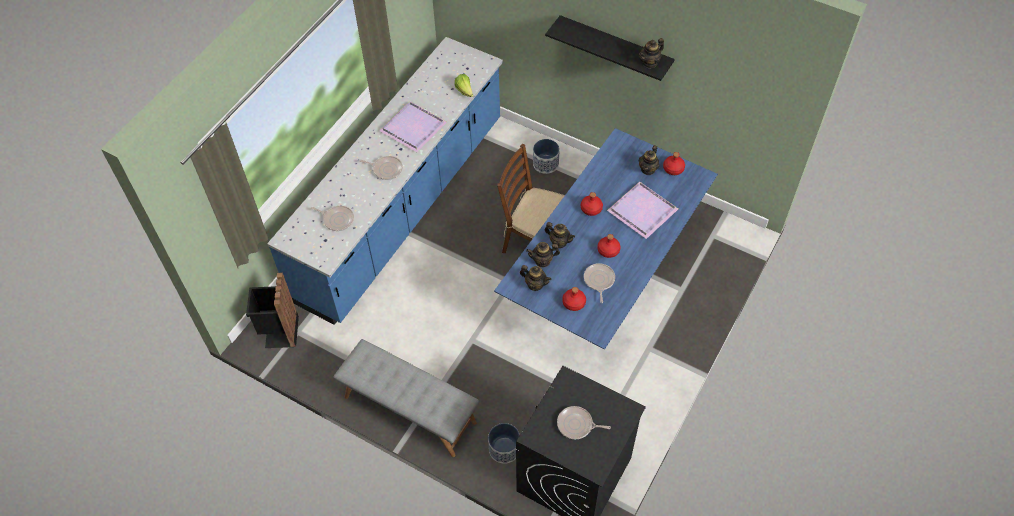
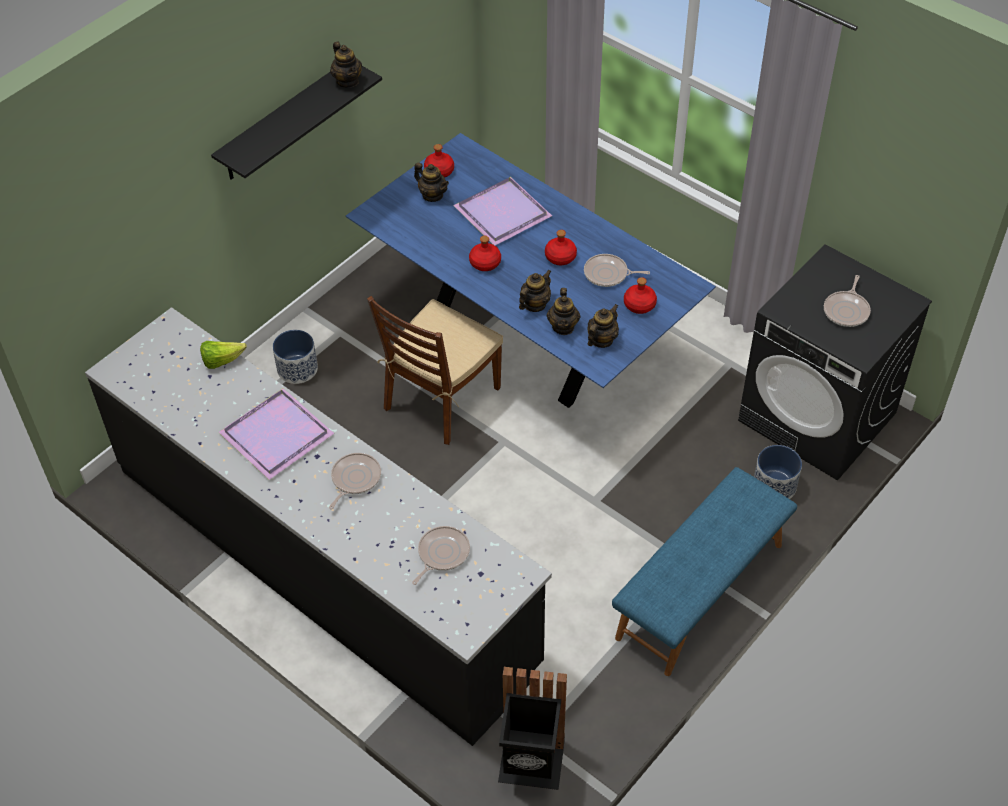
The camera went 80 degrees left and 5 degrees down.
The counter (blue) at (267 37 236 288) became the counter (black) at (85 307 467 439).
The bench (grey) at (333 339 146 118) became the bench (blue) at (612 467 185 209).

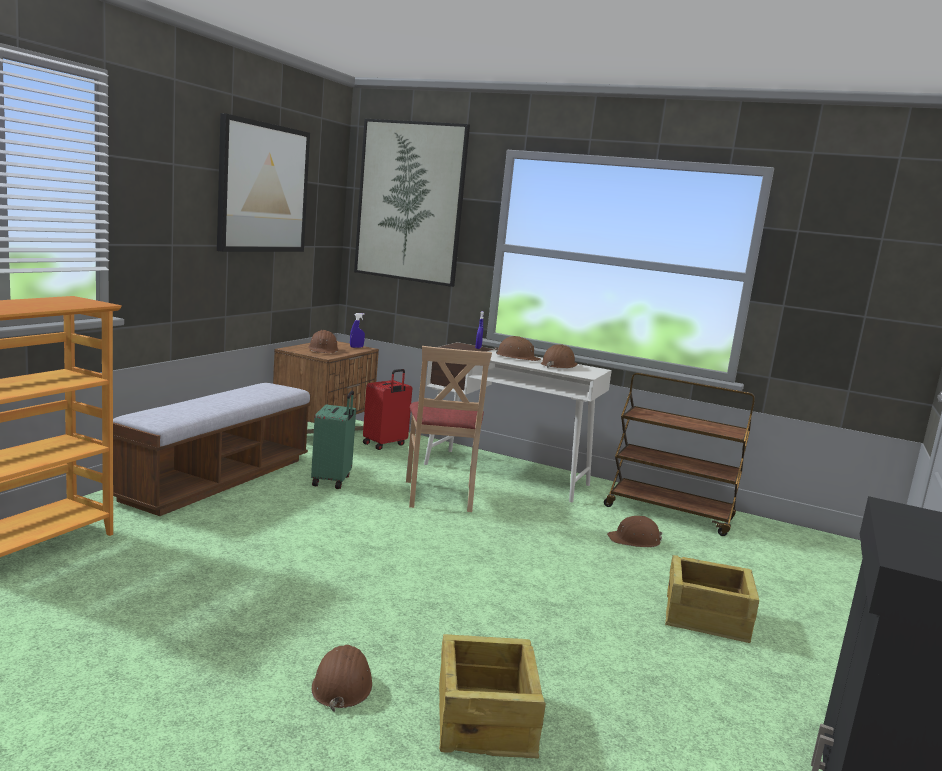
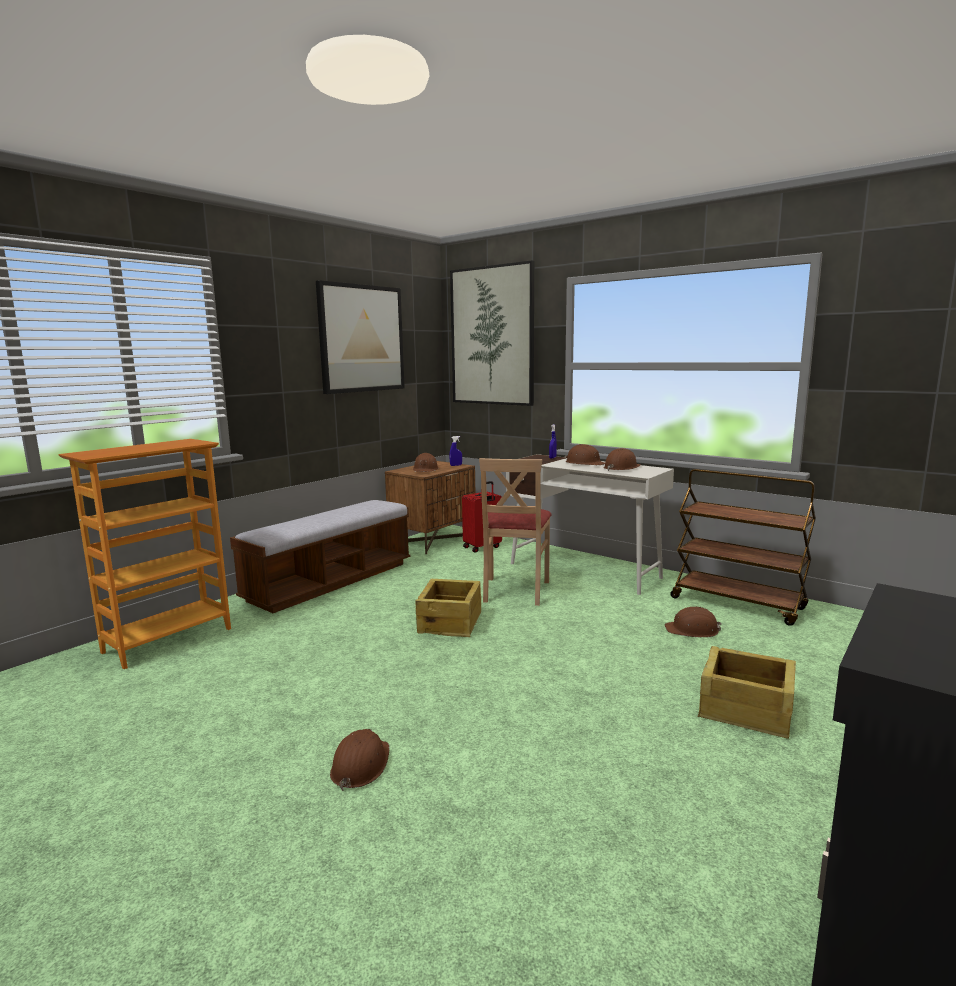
The camera went 15 degrees right and 0 degrees up.
The crate moved from (439 634 107 125) to (415 579 66 58).
The suitcase (green) at (311 391 45 98) disappeared.

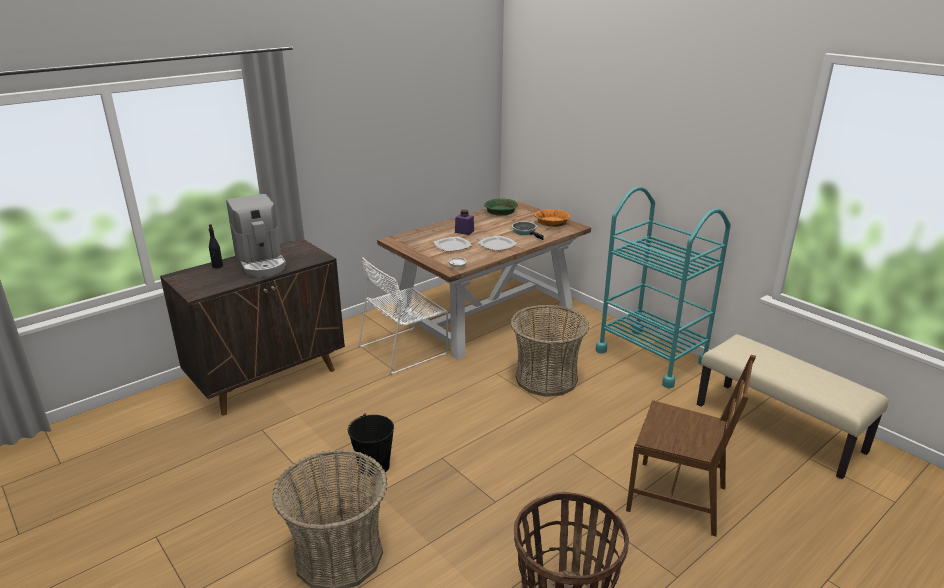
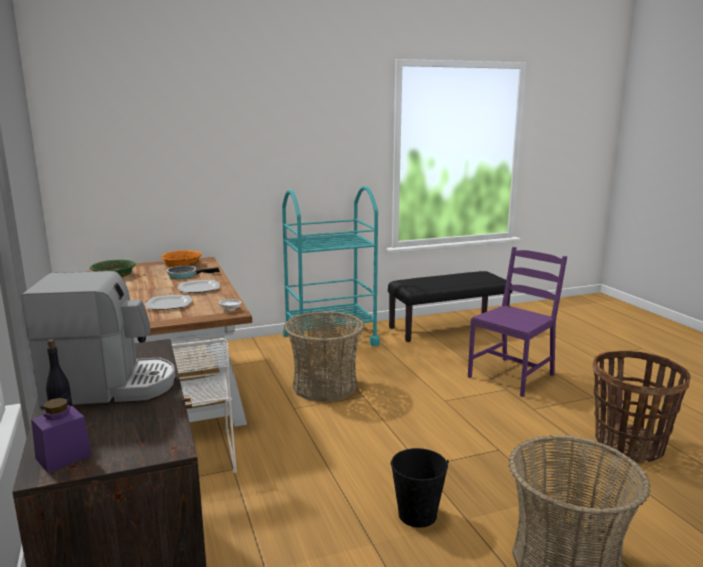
The camera went 70 degrees left and 10 degrees down.
The jar (purple) moved from (455 210 19 25) to (31 398 61 75).
The bench (beige) at (697 334 192 145) became the bench (black) at (388 271 124 71).
The chair (brown) at (626 355 130 182) became the chair (purple) at (468 247 99 150).

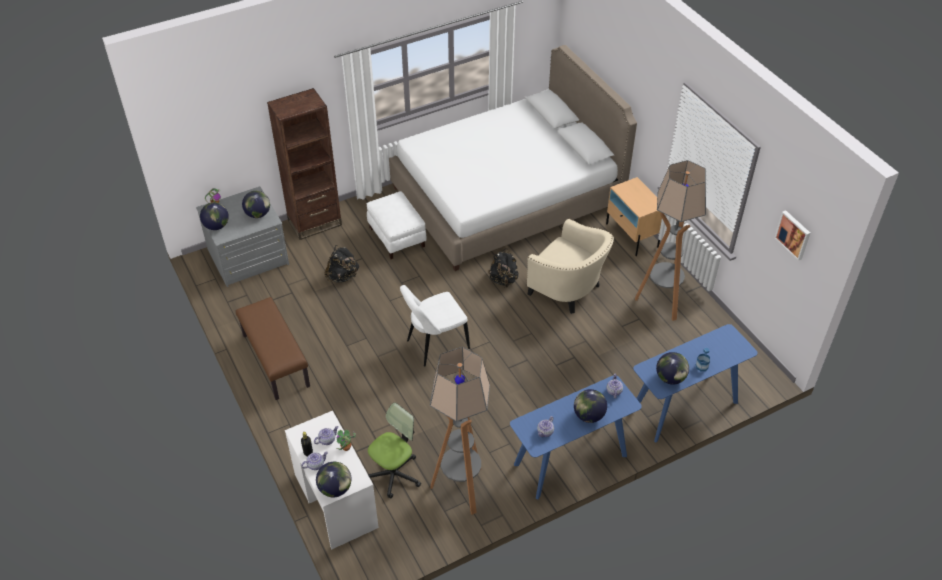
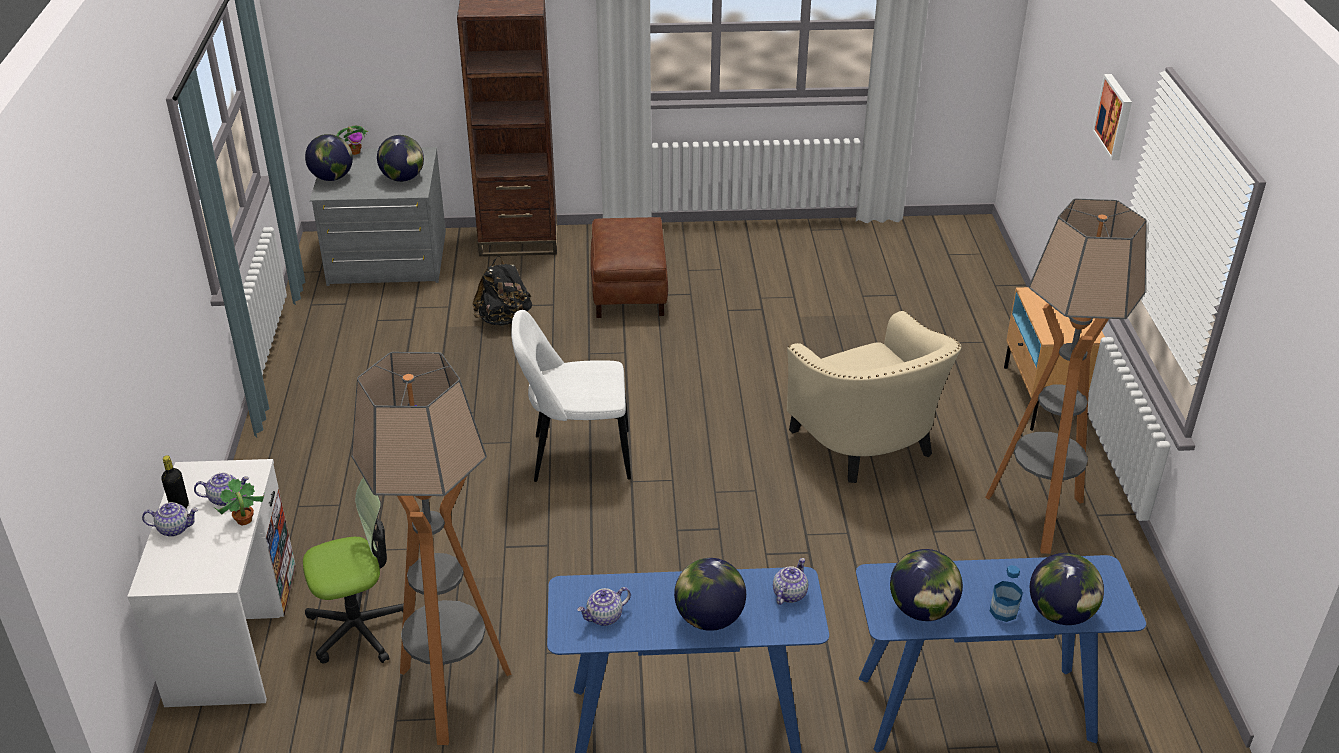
The camera went 25 degrees right and 10 degrees down.
The ottoman (white) at (367 191 60 68) became the ottoman (brown) at (590 217 78 101).
The globe moved from (316 462 35 35) to (1030 553 74 72).
The picture moved from (774 210 36 51) to (1092 74 40 86).
The bench (brown) at (236 297 74 103) disappeared.
The bed (white) at (389 45 248 226) disappeared.
The backpack (black) at (488 249 31 38) disappeared.

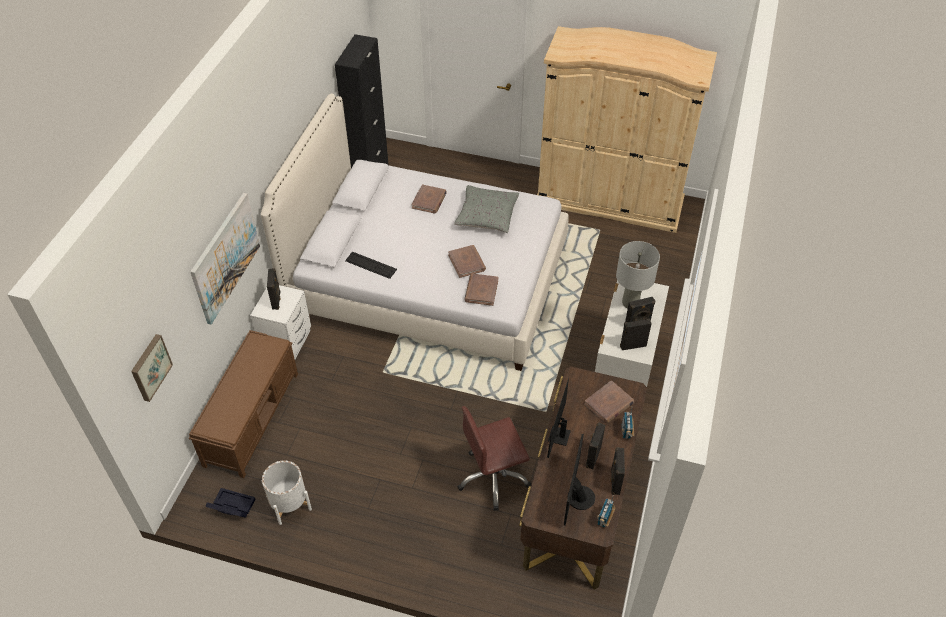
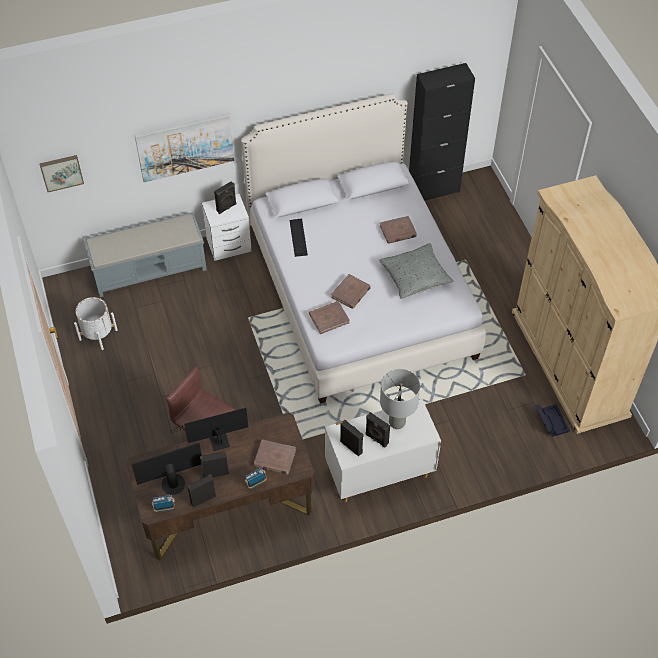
The camera went 55 degrees right and 5 degrees up.
The bench (brown) at (189 330 109 148) became the bench (grey) at (84 212 123 85).
The storage box (black) moved from (205 488 50 30) to (535 404 35 33).

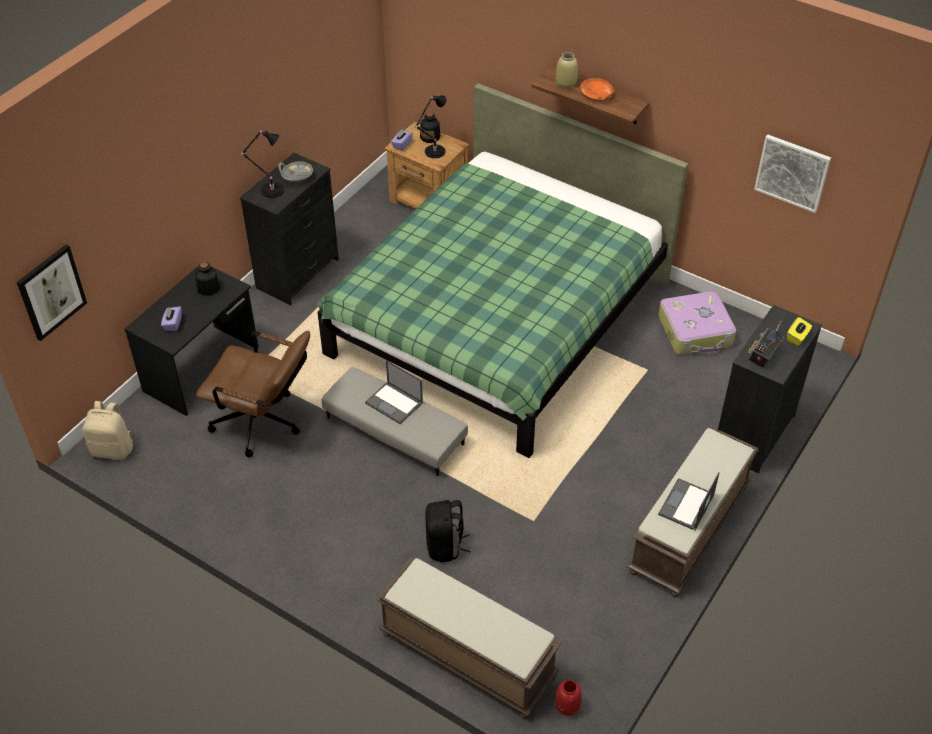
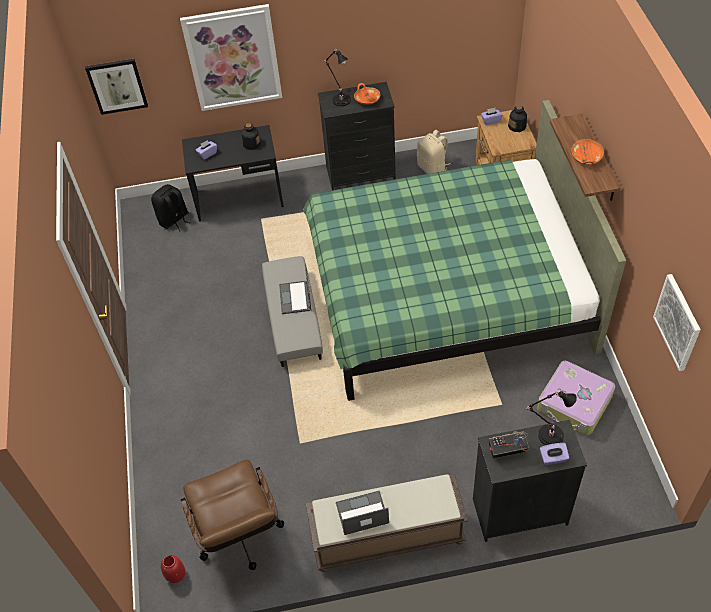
The camera went 50 degrees right and 5 degrees up.
The backpack (black) moved from (425 500 46 62) to (151 184 40 48).
The picture at (180 4 102 107) appeared.
The office chair (brown) moved from (196 331 114 126) to (181 460 103 110).
The bowl (grey) at (278 161 35 21) became the bowl (orange) at (354 83 26 22).
The backpack (beige) moved from (82 401 51 59) to (417 130 33 44).
The table lamp (black) moved from (415 95 31 63) to (527 391 50 54).
The tissue box (yellow) at (787 317 25 29) became the tissue box (purple) at (540 443 29 22).
The bench (brown) at (376 557 186 162) disappeared.
The vase (beige) at (556 52 22 37) disappeared.

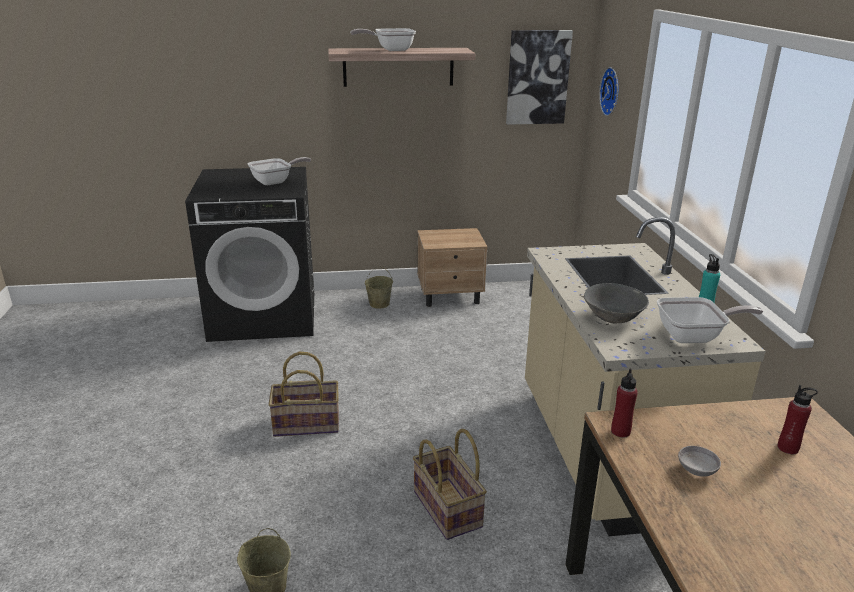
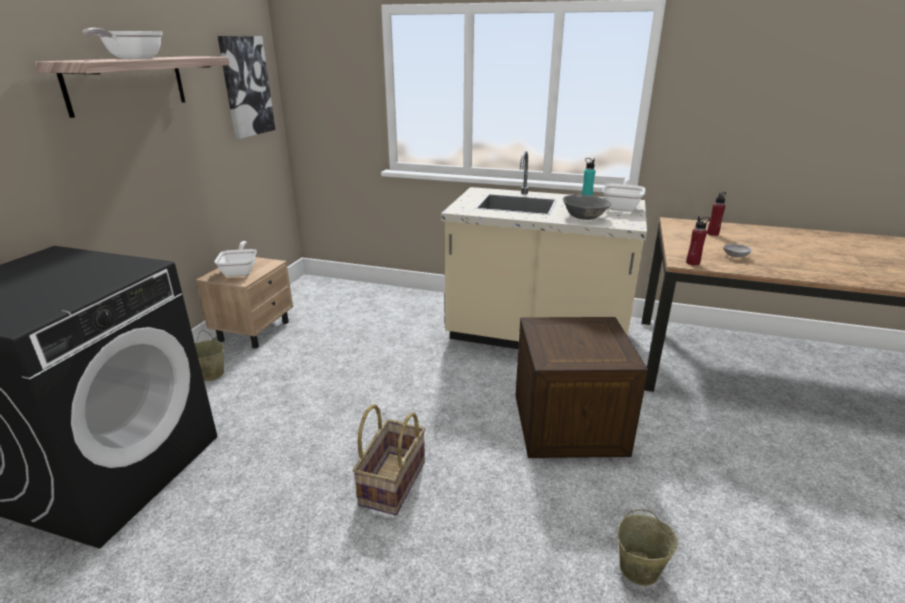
The camera went 65 degrees left and 0 degrees up.
The frying pan moved from (248 157 63 28) to (214 241 43 36).
The basket at (413 429 74 111) was replaced by the crate at (515 317 133 141).
The wall clock at (599 67 19 49) disappeared.

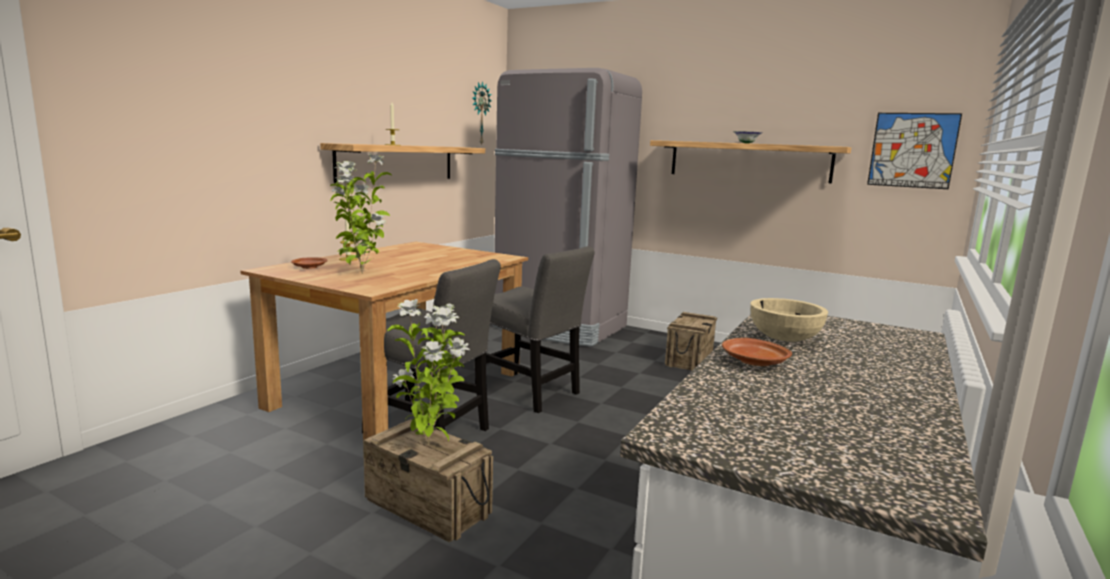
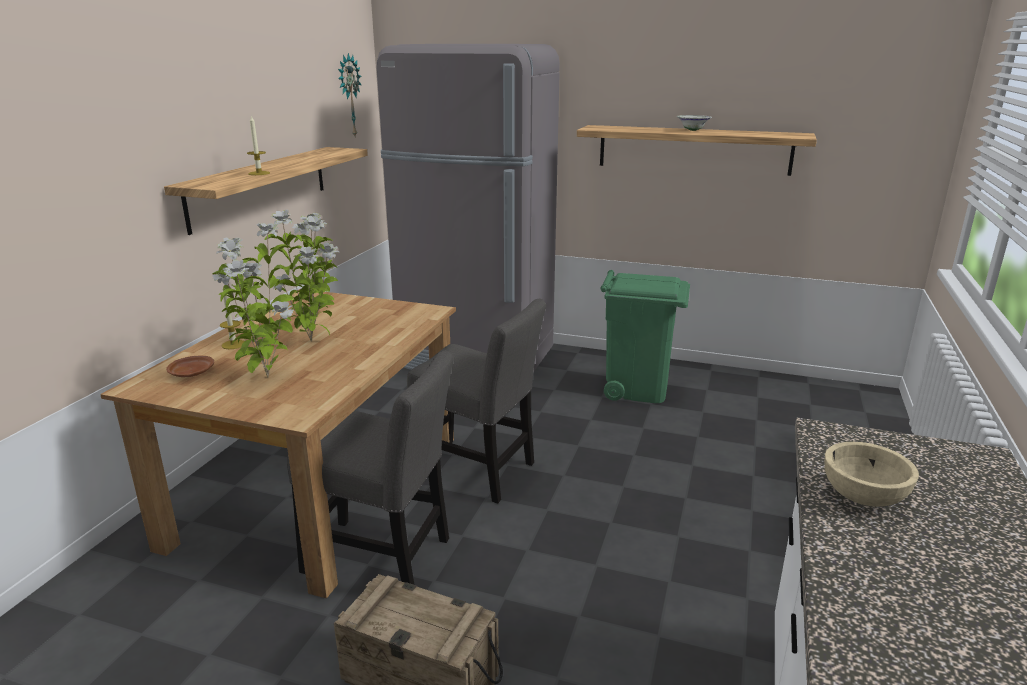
The camera went 10 degrees left and 10 degrees up.
The potted plant moved from (387 299 83 146) to (264 210 75 131).
The crate at (665 312 52 59) was replaced by the trash can (green) at (601 270 89 133).
The plate (brown) at (722 338 70 28) disappeared.
The picture at (867 113 95 76) disappeared.

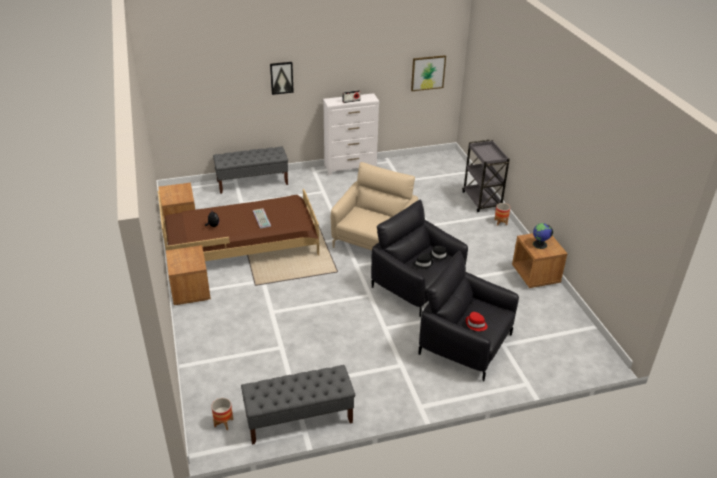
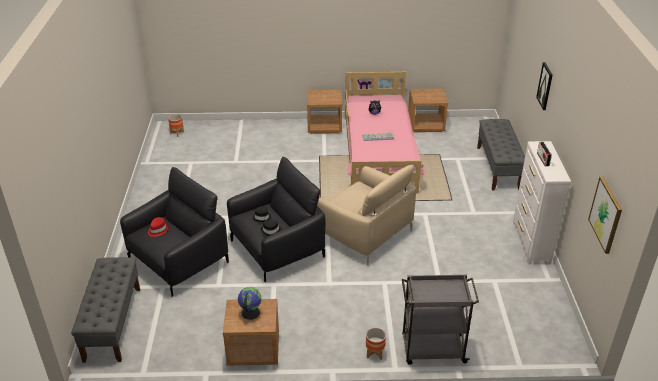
The camera went 105 degrees right and 0 degrees up.
The bench (grey) moved from (241 365 114 80) to (71 257 69 106).
The bed (brown) at (158 189 161 72) became the bed (pink) at (345 71 80 123).

